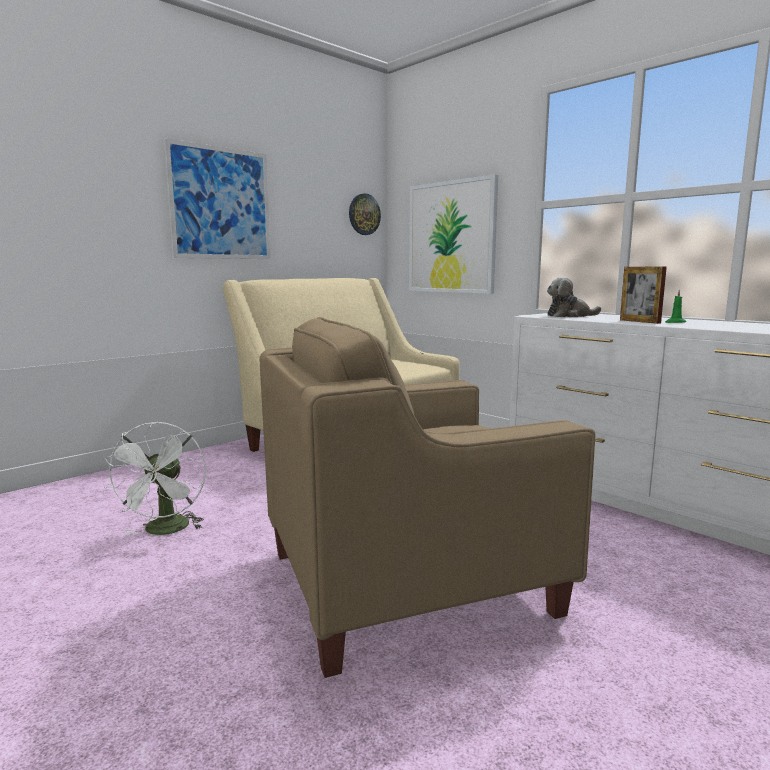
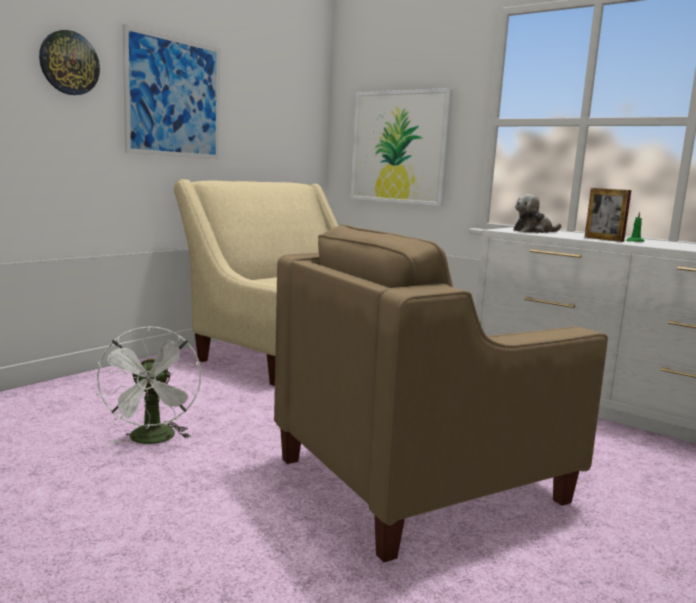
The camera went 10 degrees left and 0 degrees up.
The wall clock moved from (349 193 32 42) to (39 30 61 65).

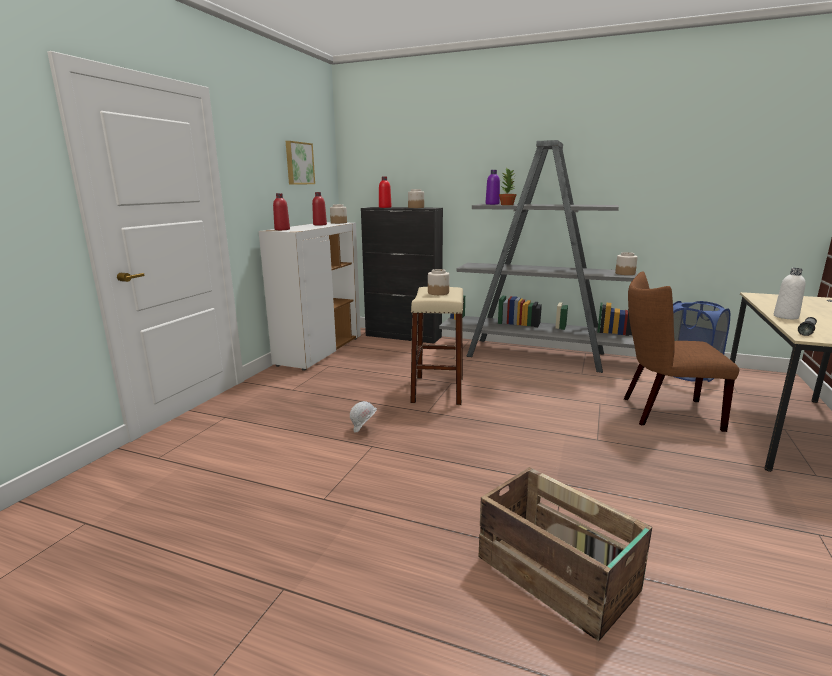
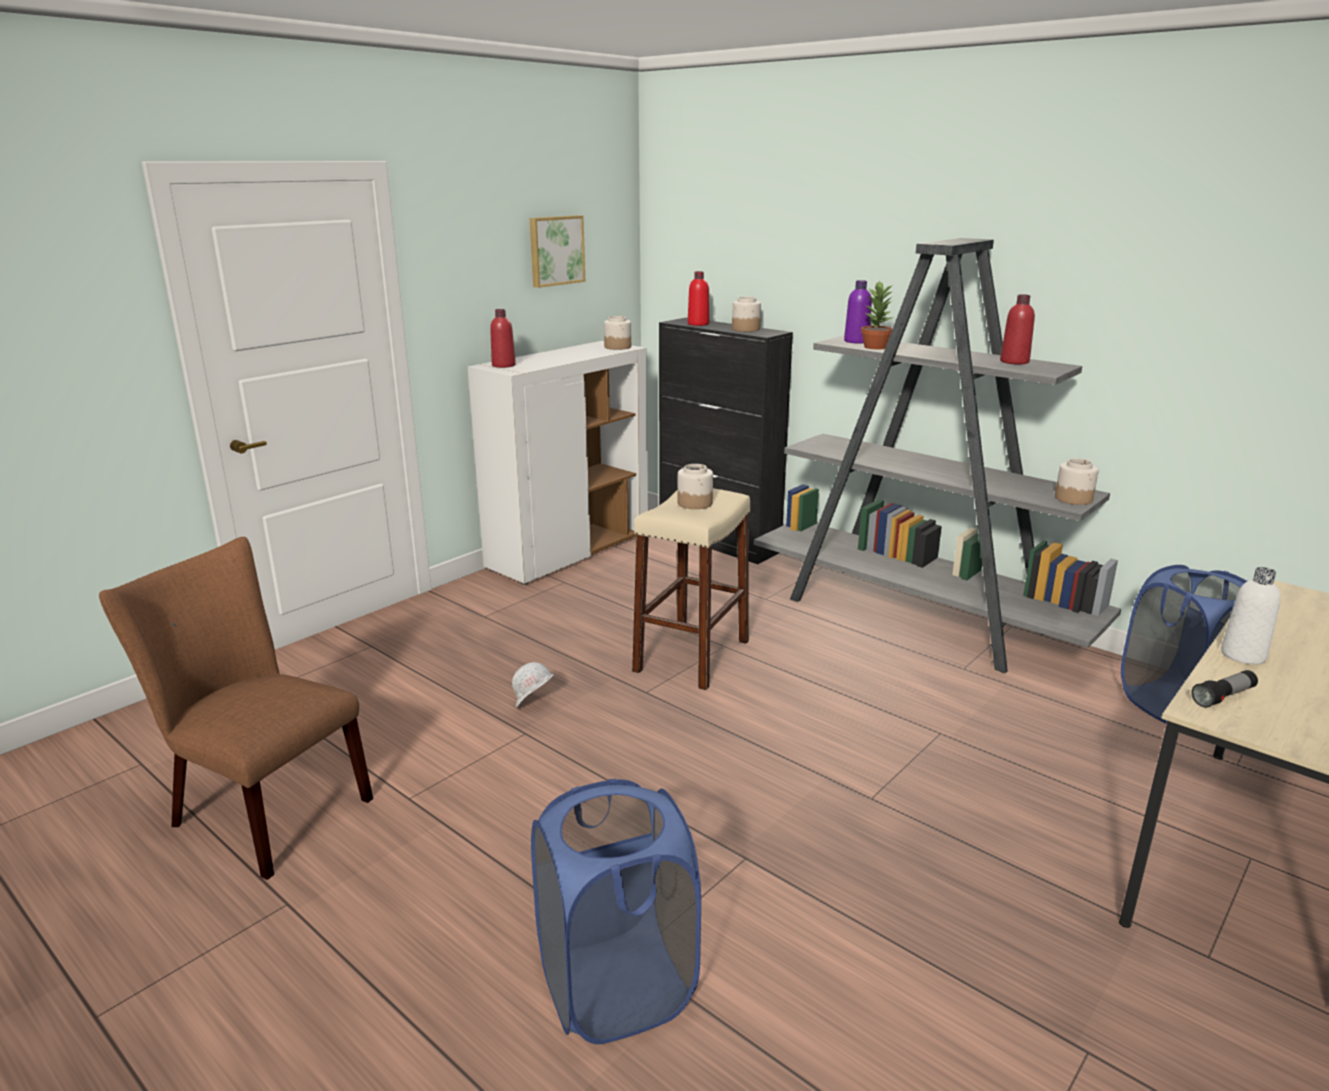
The camera went 20 degrees right and 5 degrees up.
The chair (brown) moved from (624 271 115 161) to (99 537 274 343).
The crate at (479 467 173 175) was replaced by the laundry basket (blue) at (531 779 170 265).
The bottle (red) moved from (312 192 15 34) to (1000 294 35 71).

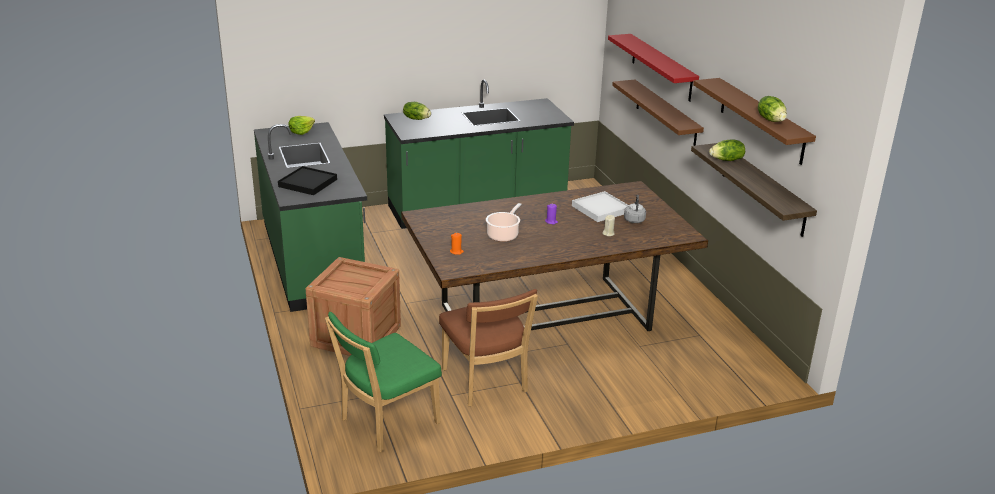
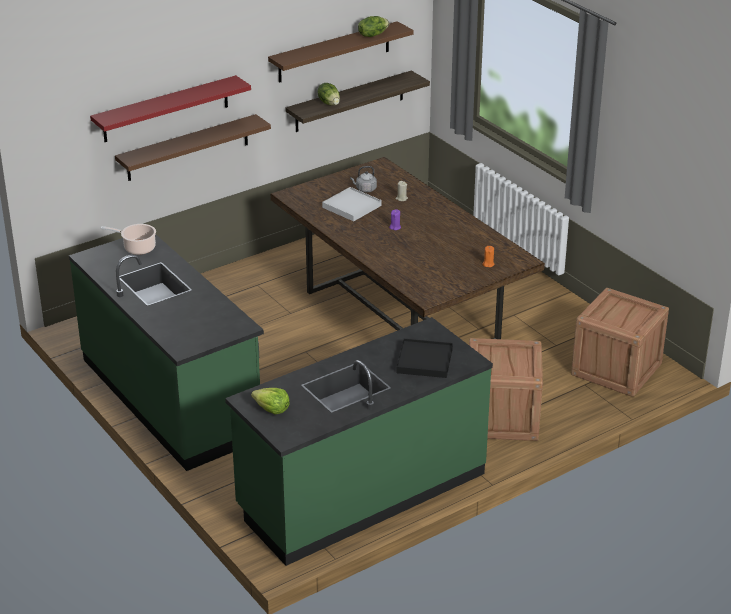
The camera went 105 degrees left and 5 degrees up.
The cooking pot moved from (486 203 35 39) to (101 224 55 31).
The chair (green) at (325 312 117 140) was replaced by the crate at (571 288 98 109).
The lettuce at (403 102 28 18) disappeared.
The chair (brown) at (439 289 99 117) disappeared.

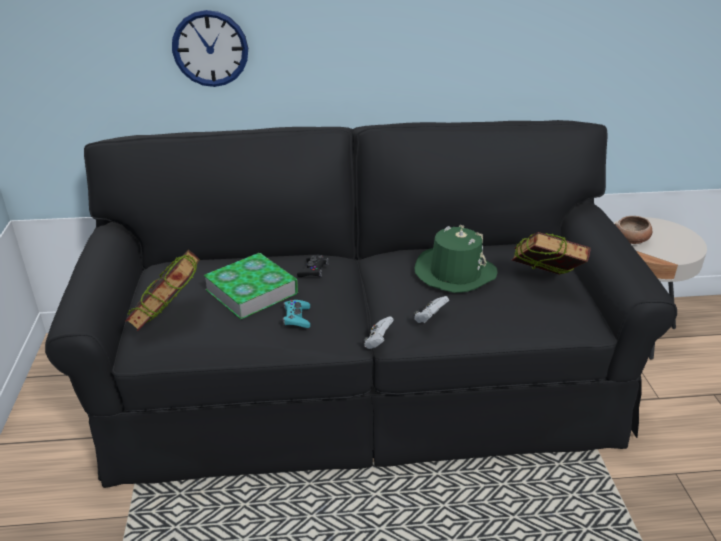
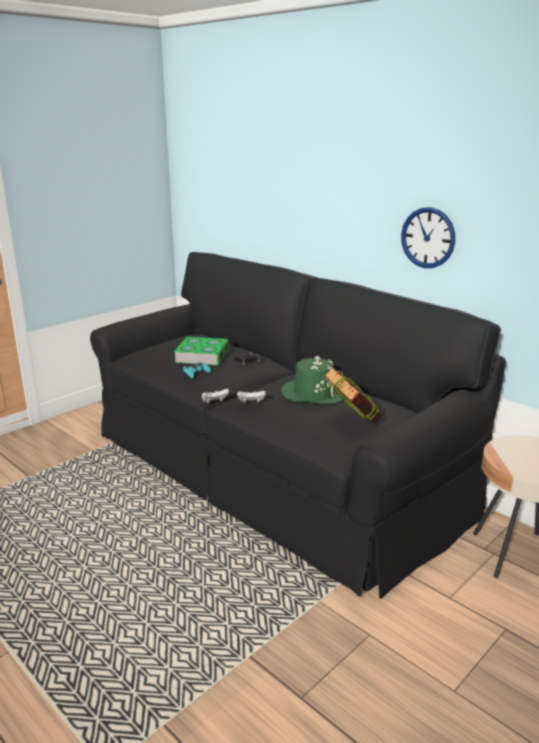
The camera went 50 degrees right and 10 degrees down.
The wall clock moved from (172 10 76 77) to (401 207 54 61).
The book at (126 250 74 81) disappeared.
The bowl at (615 216 37 28) disappeared.

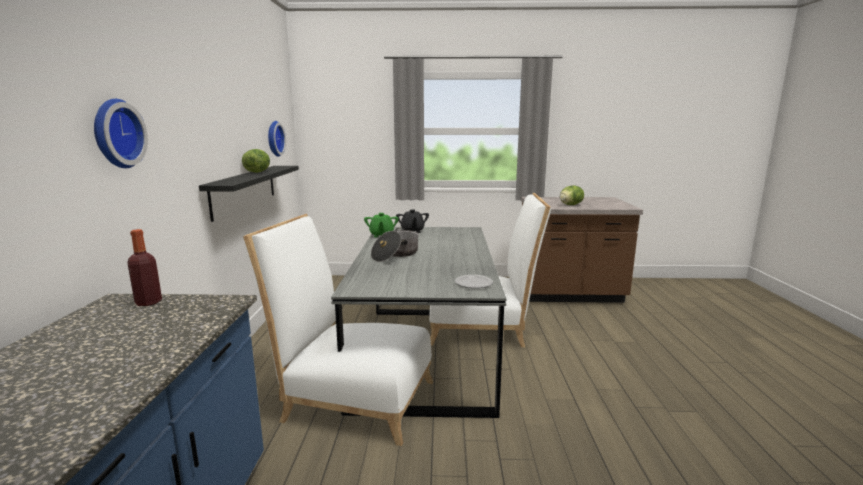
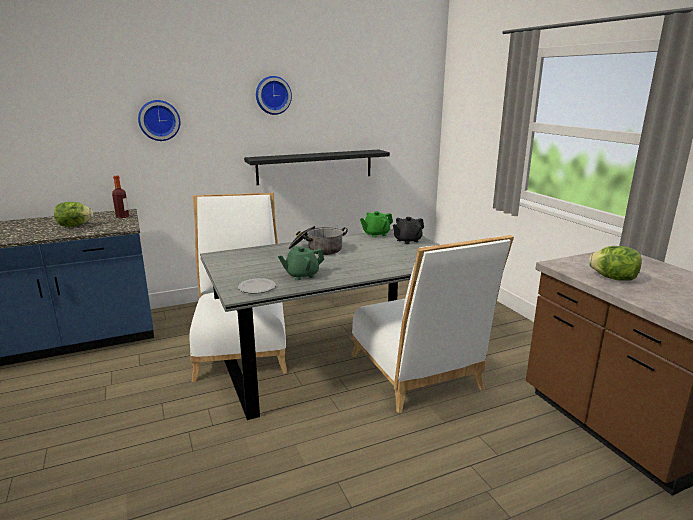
The camera went 65 degrees right and 5 degrees up.
The lettuce moved from (242 149 28 24) to (54 202 39 25).
The wall clock moved from (268 121 18 36) to (256 76 36 39).
The teapot (green) at (278 246 46 34) appeared.

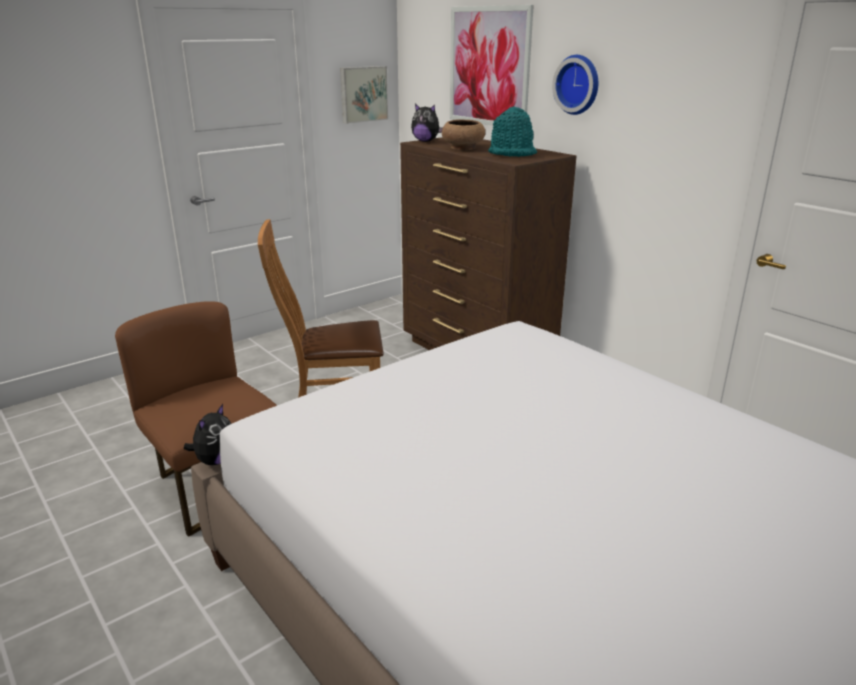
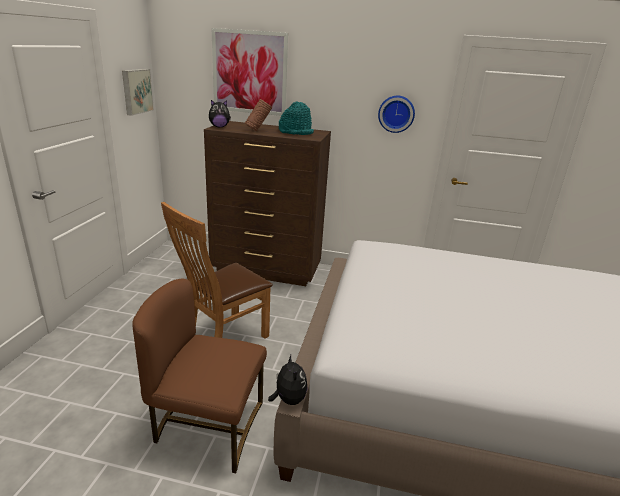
The camera went 40 degrees left and 0 degrees up.
The bowl (brown) at (442 119 43 31) was replaced by the vase (brown) at (245 99 27 32).
The wall clock moved from (552 55 46 60) to (378 95 37 38).

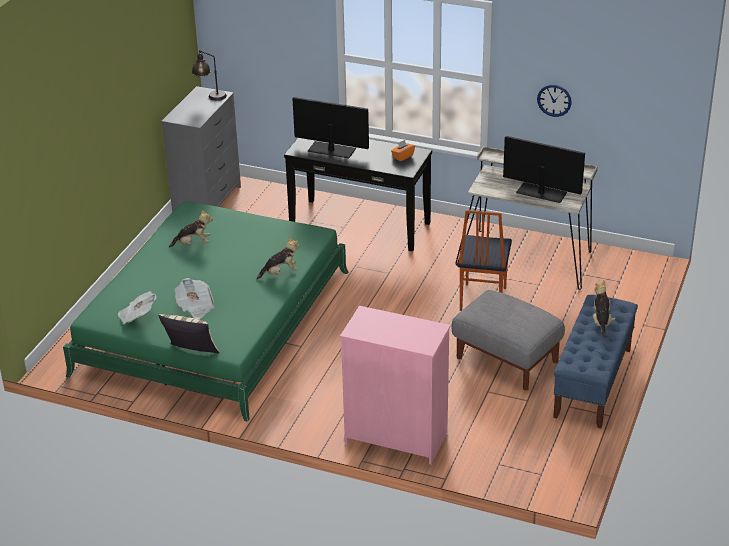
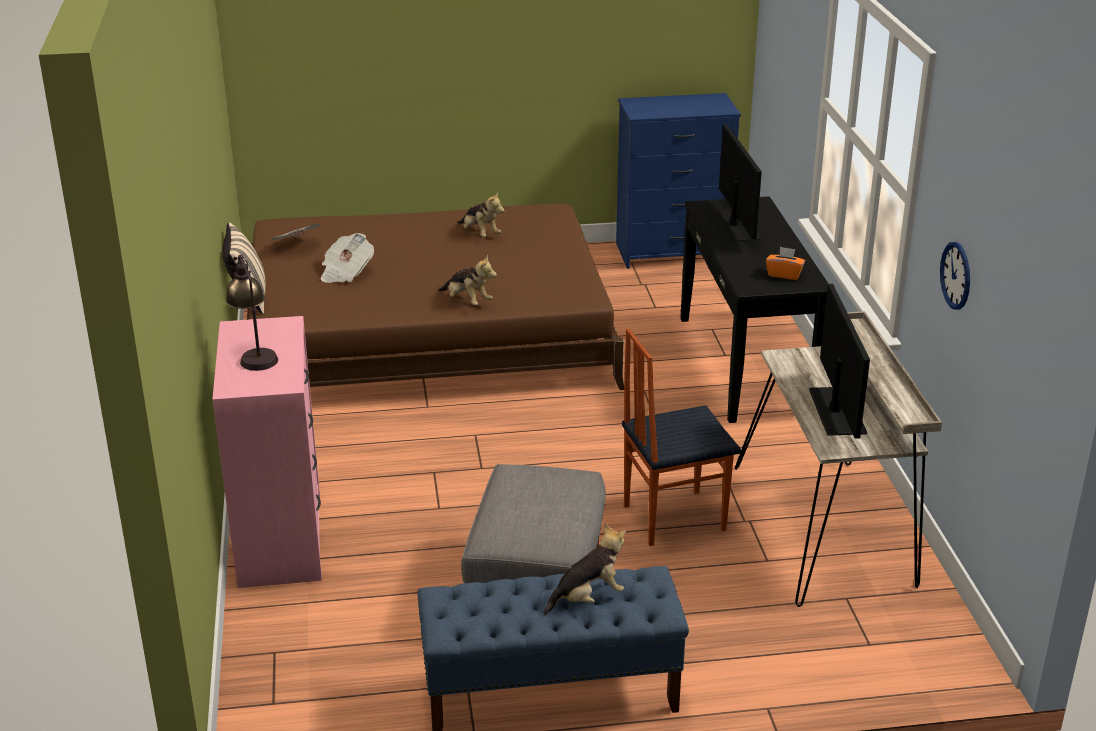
The camera went 60 degrees right and 5 degrees down.
The table lamp moved from (192 50 35 51) to (226 255 52 116).
The bed (green) at (63 201 285 221) became the bed (brown) at (247 204 377 186).
The dresser (grey) at (161 86 80 126) became the dresser (blue) at (616 93 125 176).

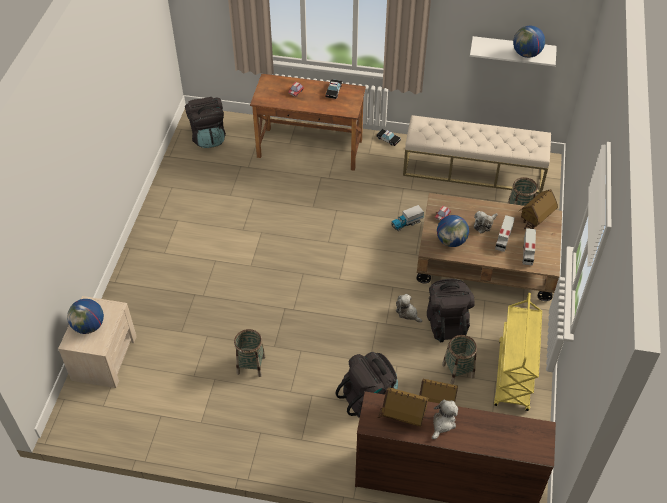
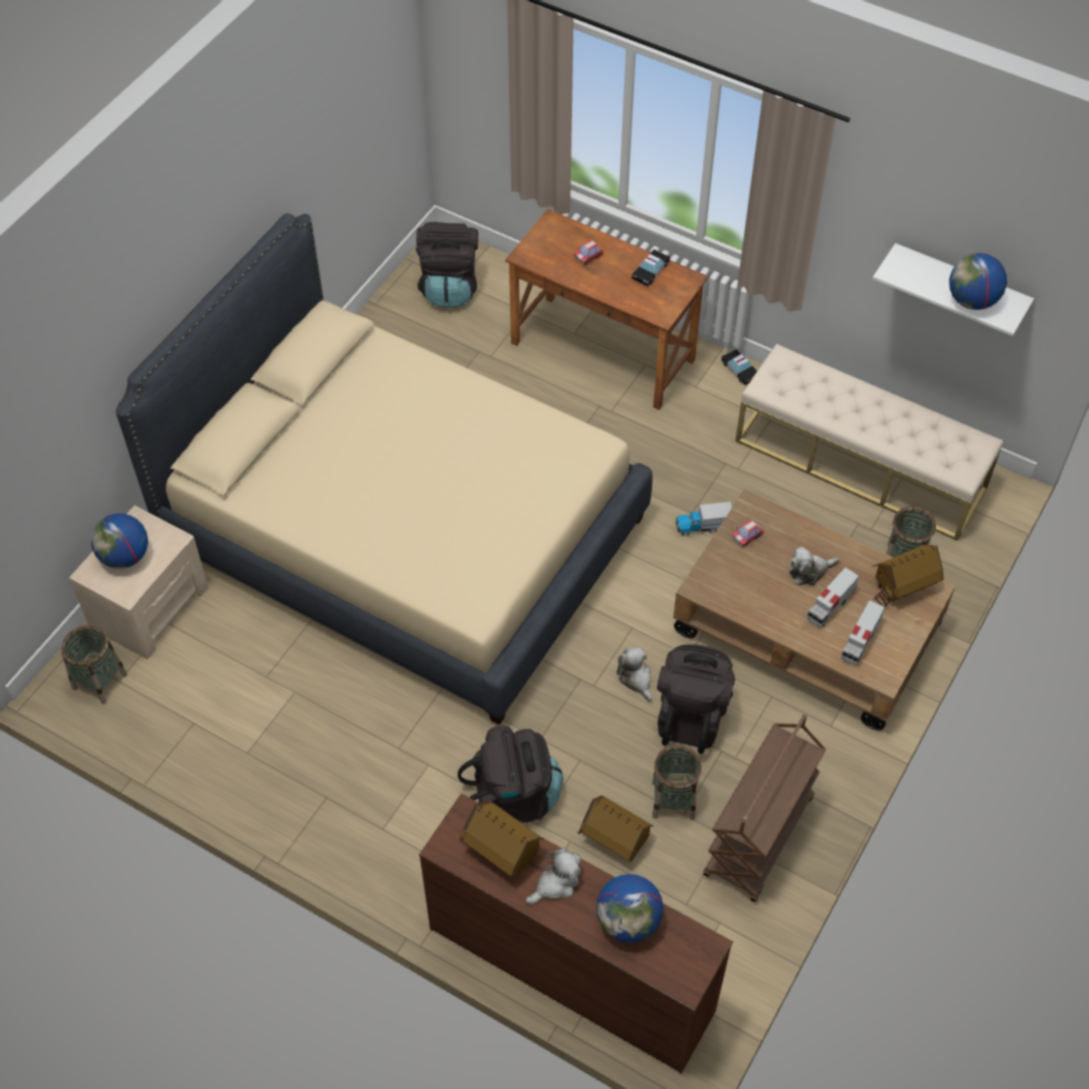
The camera went 20 degrees right and 5 degrees up.
The basket moved from (234 329 31 48) to (62 625 65 79).
The bed (beige) at (116 213 537 512) appeared.
The globe moved from (437 215 32 32) to (596 874 67 69).
The cart (yellow) at (494 293 48 118) became the cart (brown) at (703 714 123 188).

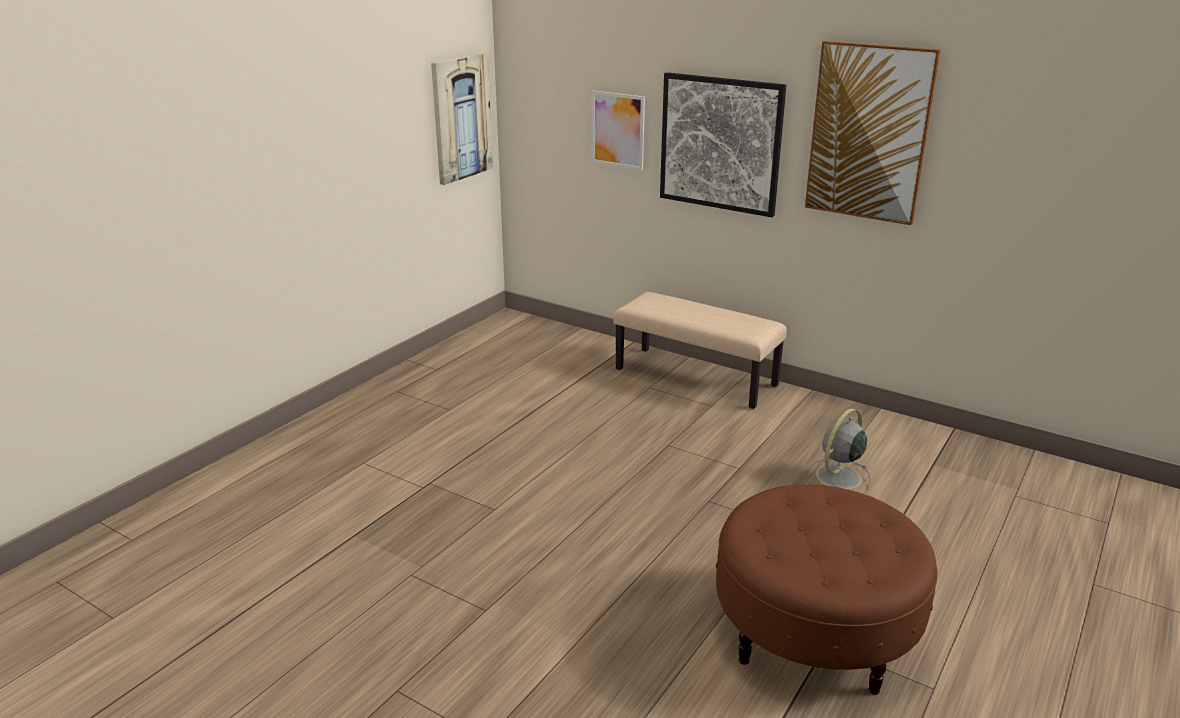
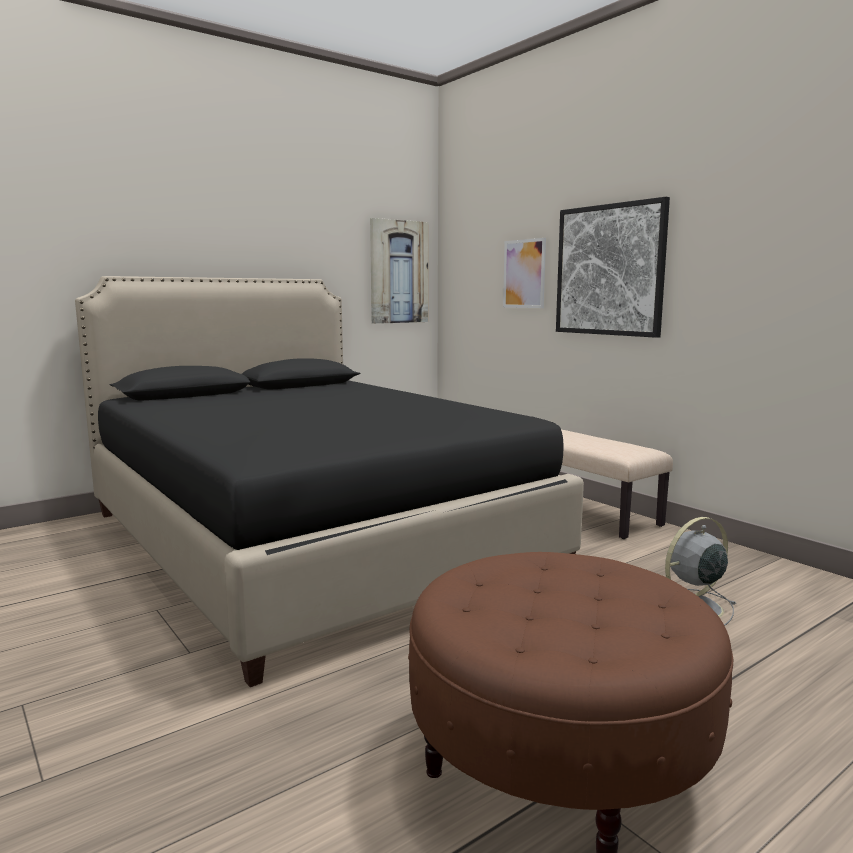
The camera went 20 degrees right and 15 degrees down.
The bed (black) at (75 276 509 411) appeared.
The picture at (805 41 135 184) disappeared.

